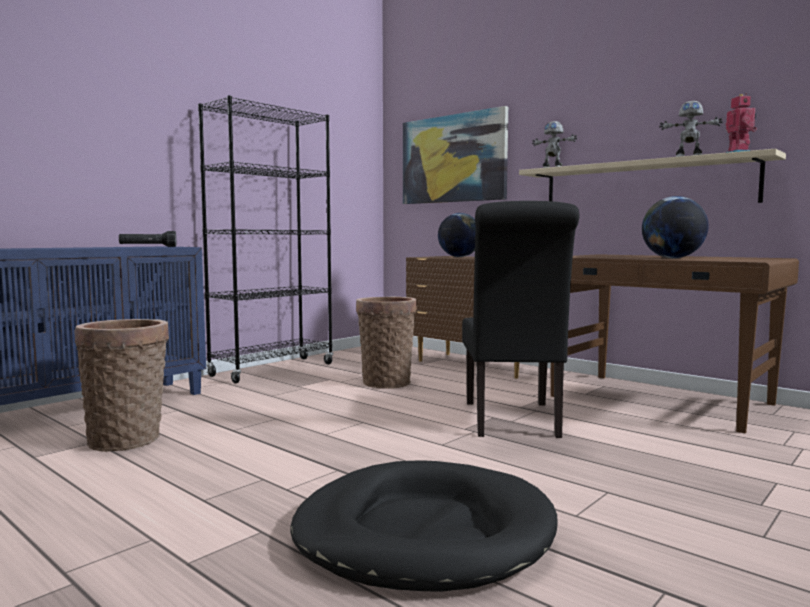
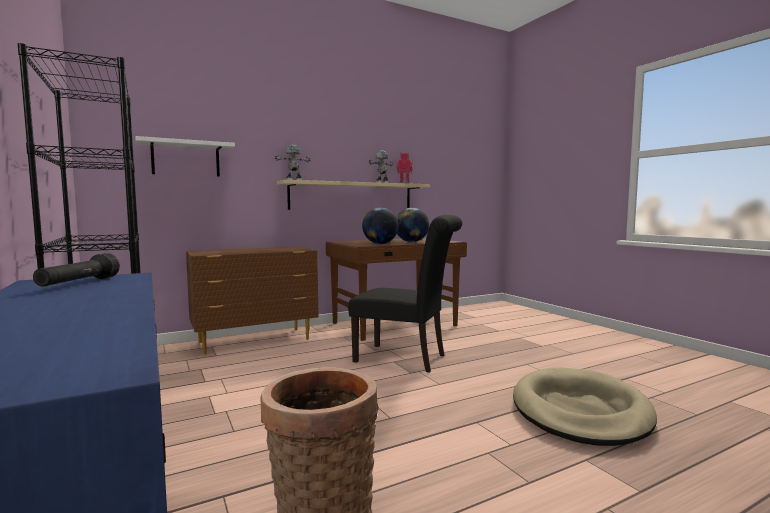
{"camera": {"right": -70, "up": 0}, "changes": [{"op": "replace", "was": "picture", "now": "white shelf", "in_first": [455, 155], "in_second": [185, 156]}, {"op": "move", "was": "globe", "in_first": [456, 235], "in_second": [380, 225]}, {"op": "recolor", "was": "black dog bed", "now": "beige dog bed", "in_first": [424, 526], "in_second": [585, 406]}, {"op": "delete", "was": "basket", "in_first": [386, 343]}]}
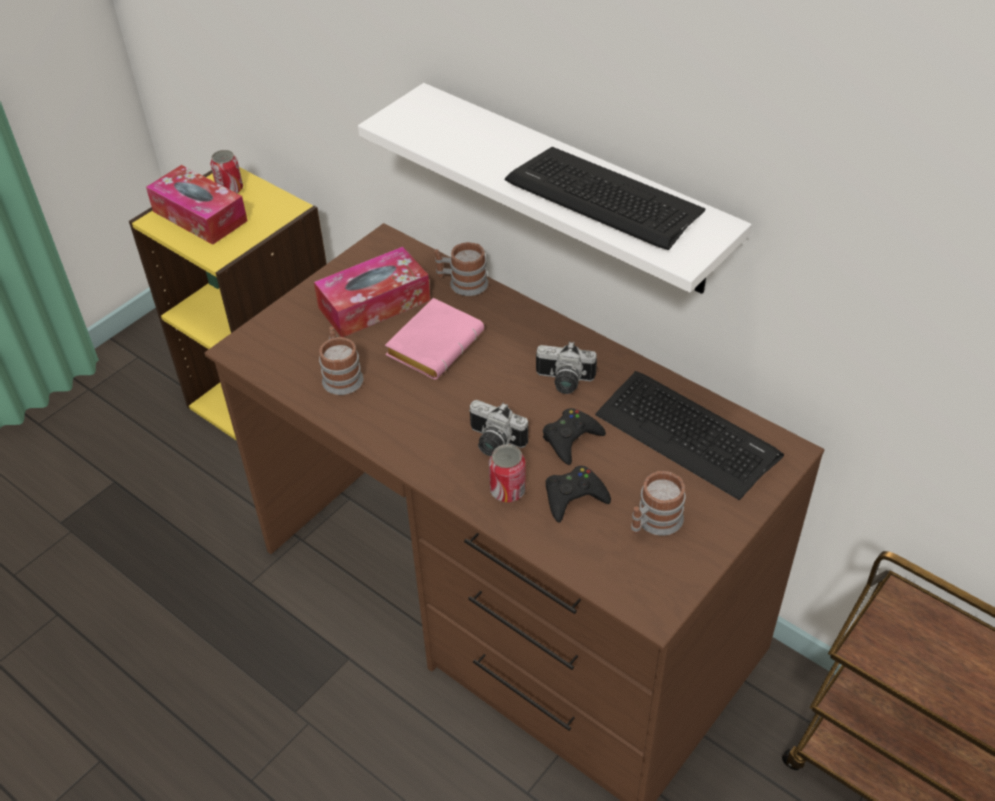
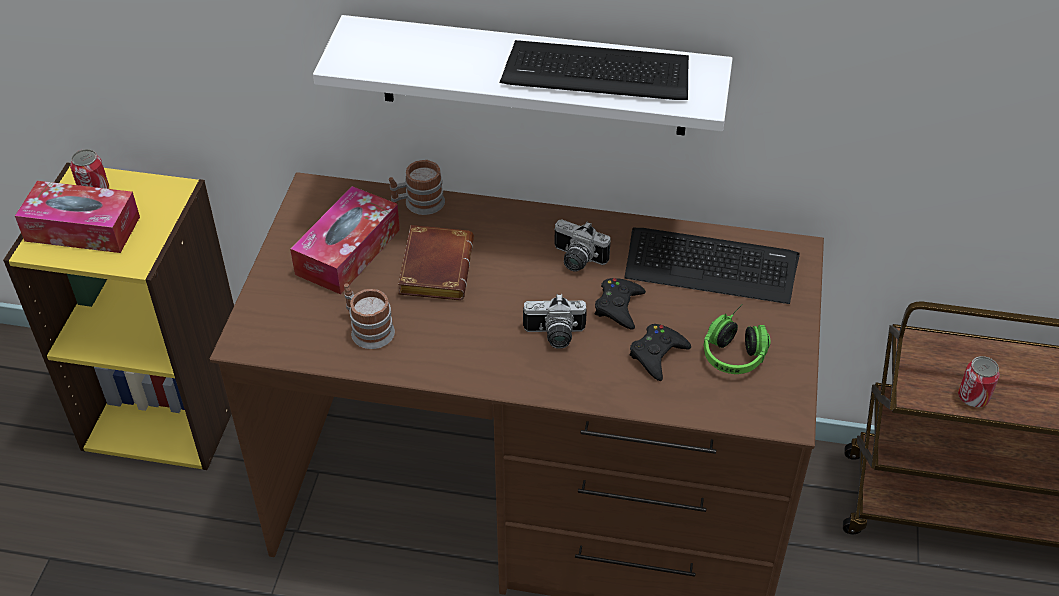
{"camera": {"right": -30, "up": 0}, "changes": [{"op": "recolor", "was": "pink book", "now": "brown book", "in_first": [434, 339], "in_second": [436, 262]}, {"op": "rotate", "was": "photo camera", "in_first": [566, 367], "in_second": [582, 245], "clockwise": 45}, {"op": "replace", "was": "mug", "now": "headphones", "in_first": [658, 503], "in_second": [736, 339]}, {"op": "move", "was": "can", "in_first": [507, 473], "in_second": [979, 381]}]}
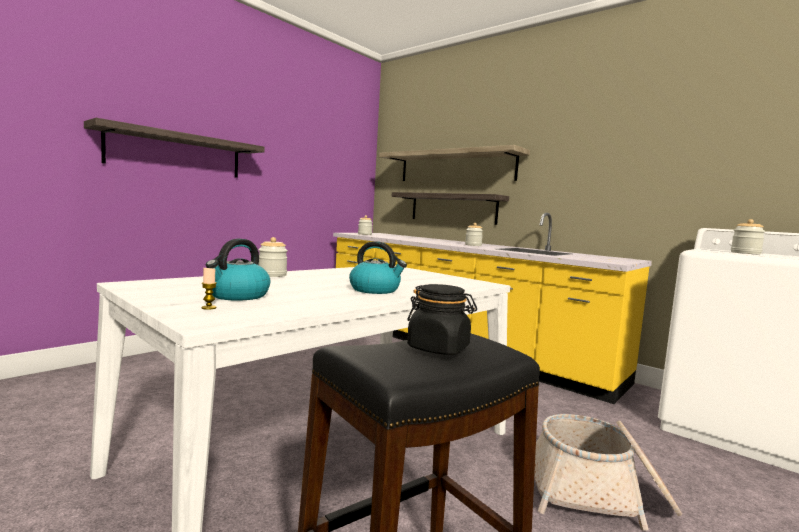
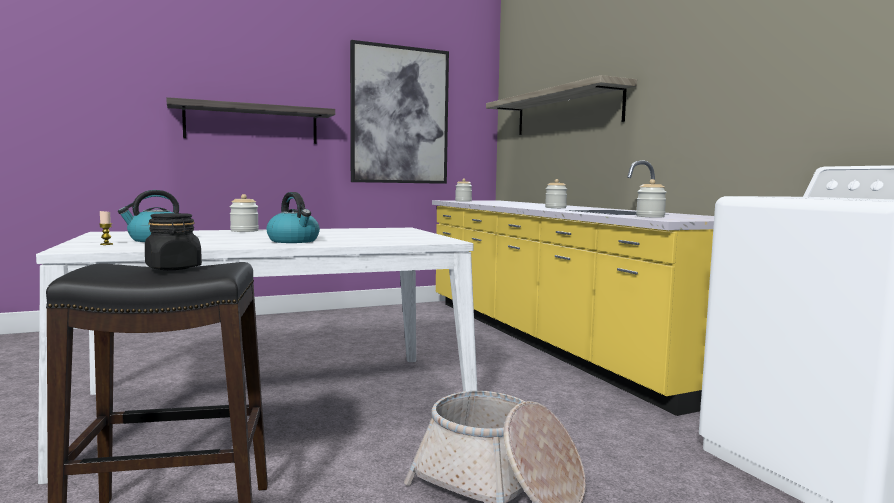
{"camera": {"right": 25, "up": 0}, "changes": [{"op": "insert", "now": "picture", "in_second": [399, 112]}, {"op": "move", "was": "jar", "in_first": [748, 236], "in_second": [651, 198]}, {"op": "delete", "was": "shelf", "in_first": [450, 208]}]}
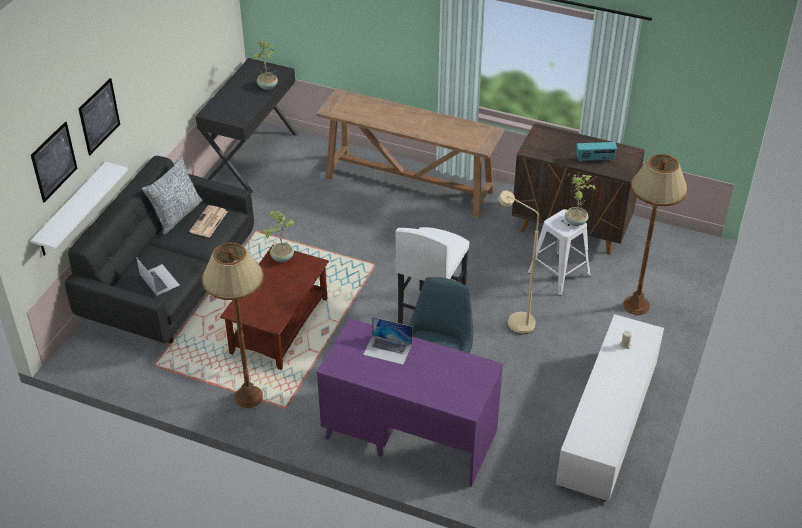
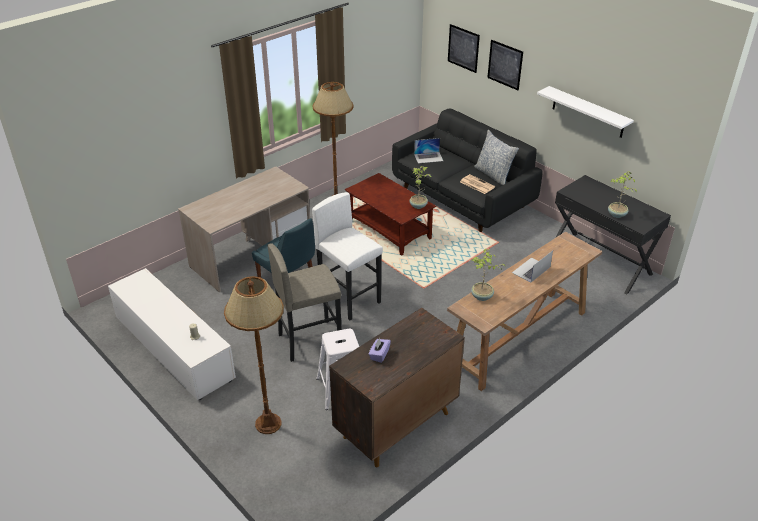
{"camera": {"right": 115, "up": -5}, "changes": [{"op": "recolor", "was": "purple desk", "now": "beige desk", "in_first": [410, 402], "in_second": [244, 229]}, {"op": "replace", "was": "beige floor lamp", "now": "grey stool", "in_first": [518, 262], "in_second": [304, 302]}, {"op": "replace", "was": "radio", "now": "purple tissue box", "in_first": [596, 152], "in_second": [380, 350]}, {"op": "move", "was": "potted plant", "in_first": [581, 200], "in_second": [488, 275]}, {"op": "move", "was": "laptop", "in_first": [387, 341], "in_second": [532, 267]}, {"op": "move", "was": "white shelf", "in_first": [79, 209], "in_second": [585, 112]}]}
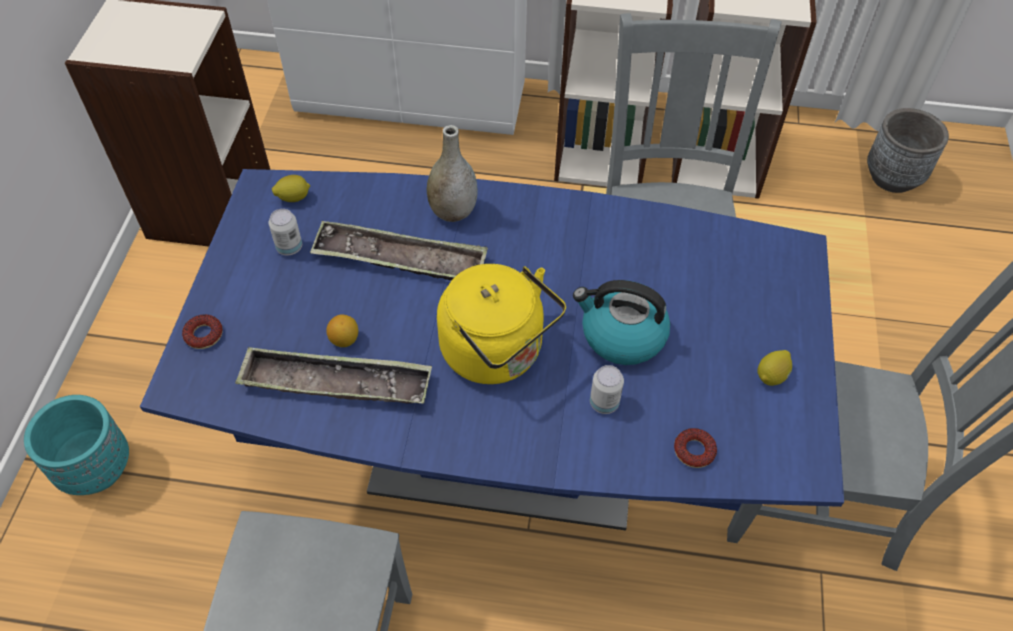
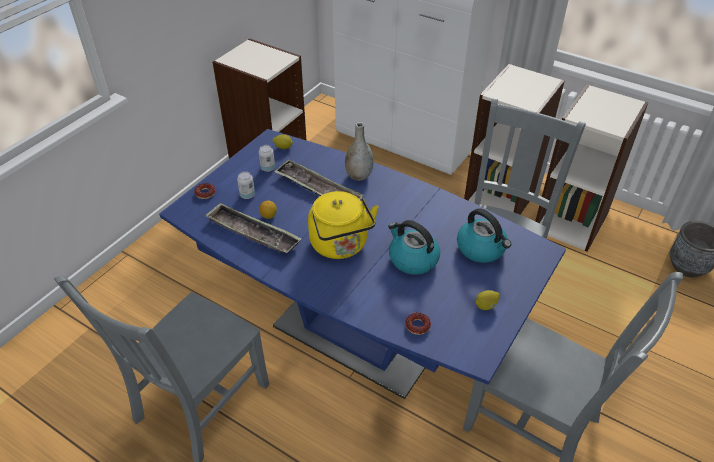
{"camera": {"right": 25, "up": -10}, "changes": [{"op": "move", "was": "can", "in_first": [607, 389], "in_second": [246, 185]}, {"op": "insert", "now": "kettle", "in_second": [484, 235]}, {"op": "delete", "was": "turquoise planter", "in_first": [76, 445]}]}
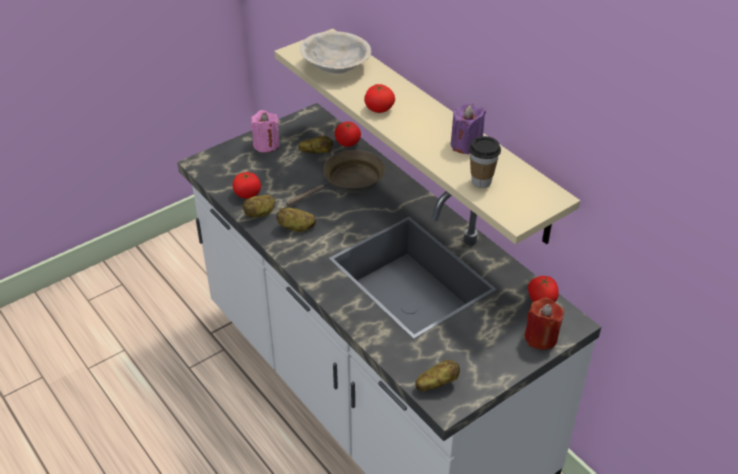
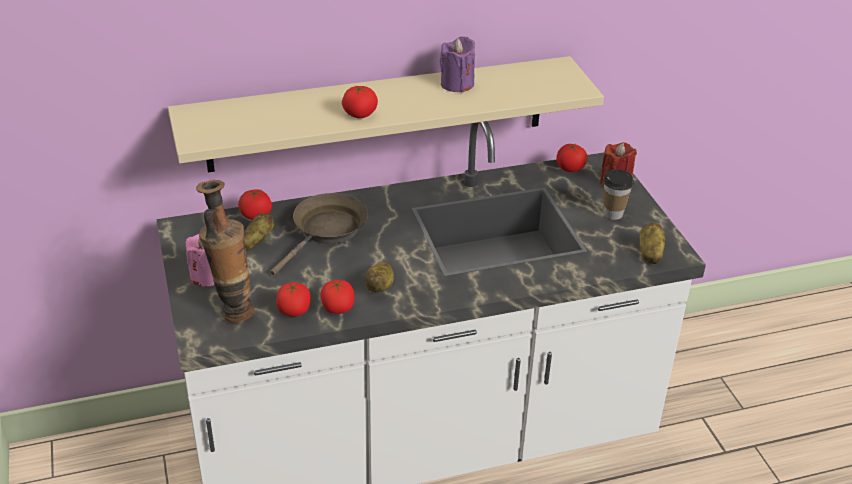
{"camera": {"right": -70, "up": -5}, "changes": [{"op": "insert", "now": "vase", "in_second": [225, 251]}, {"op": "rotate", "was": "brown frying pan", "in_first": [335, 178], "in_second": [319, 234], "clockwise": 45}, {"op": "replace", "was": "potato", "now": "tomato", "in_first": [259, 206], "in_second": [337, 296]}, {"op": "move", "was": "cup", "in_first": [485, 162], "in_second": [618, 194]}, {"op": "delete", "was": "beige bowl", "in_first": [335, 52]}]}
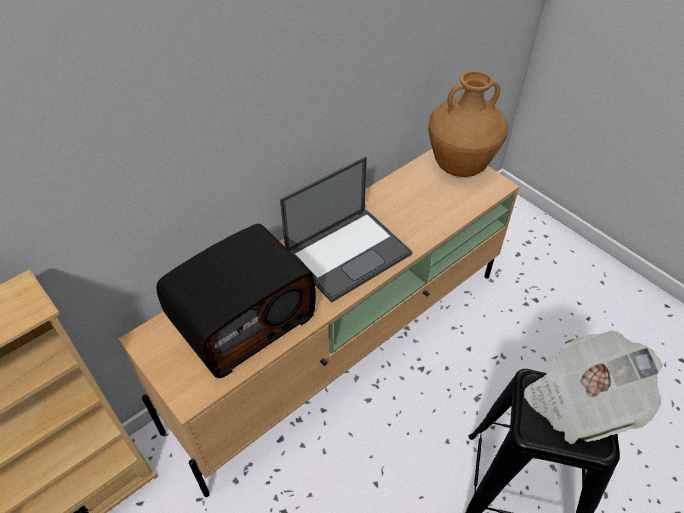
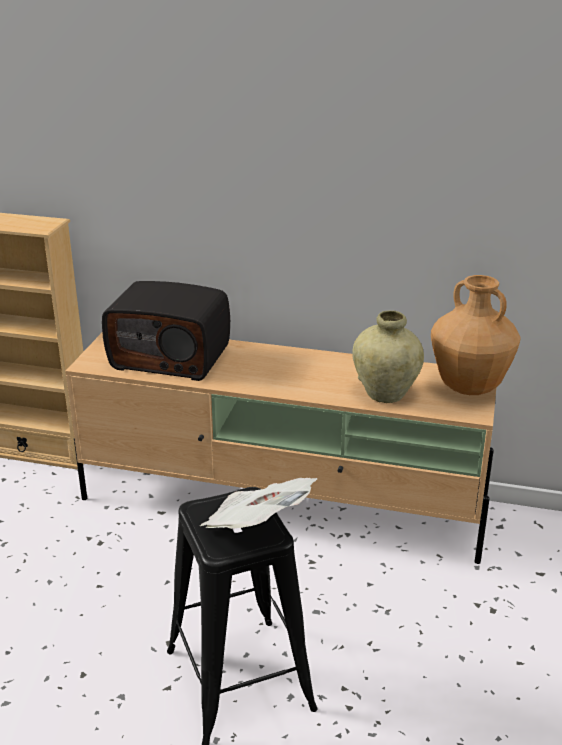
{"camera": {"right": 55, "up": -20}, "changes": [{"op": "insert", "now": "beige vase", "in_second": [388, 356]}, {"op": "delete", "was": "laptop", "in_first": [346, 230]}]}
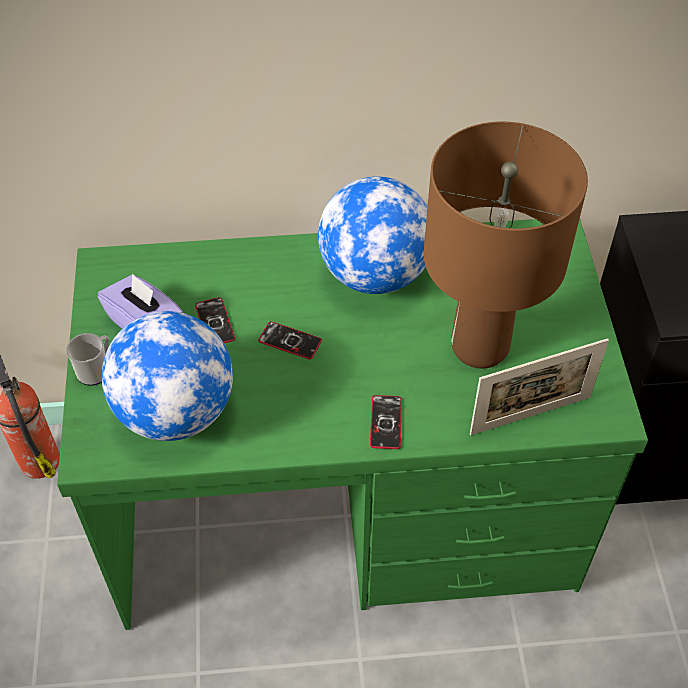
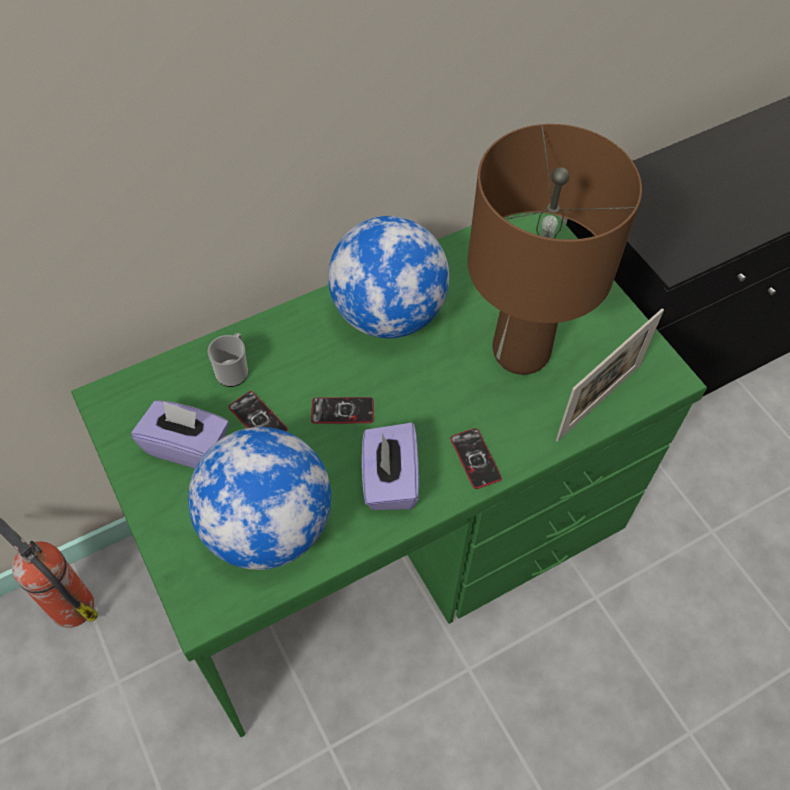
{"camera": {"right": -25, "up": 5}, "changes": [{"op": "move", "was": "mug", "in_first": [87, 359], "in_second": [228, 360]}, {"op": "insert", "now": "purple tissue box", "in_second": [390, 466]}]}
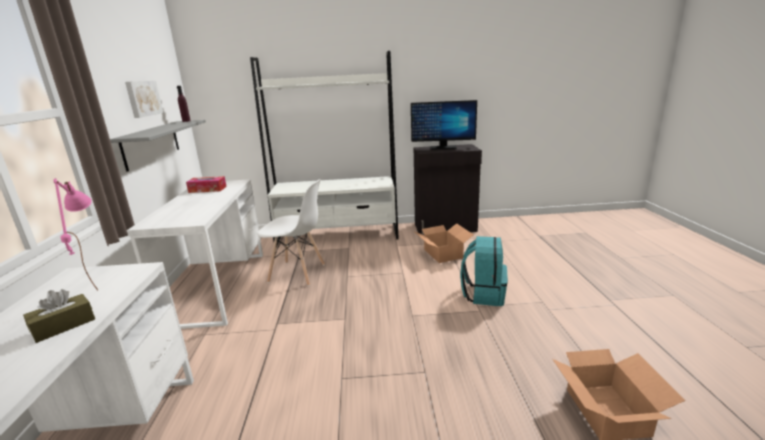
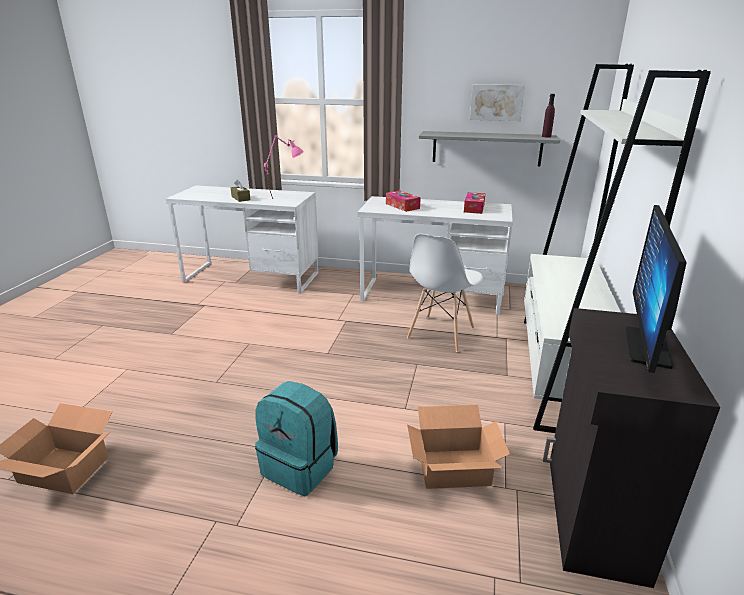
{"camera": {"right": 105, "up": 5}, "changes": [{"op": "insert", "now": "tissue box", "in_second": [403, 201]}]}
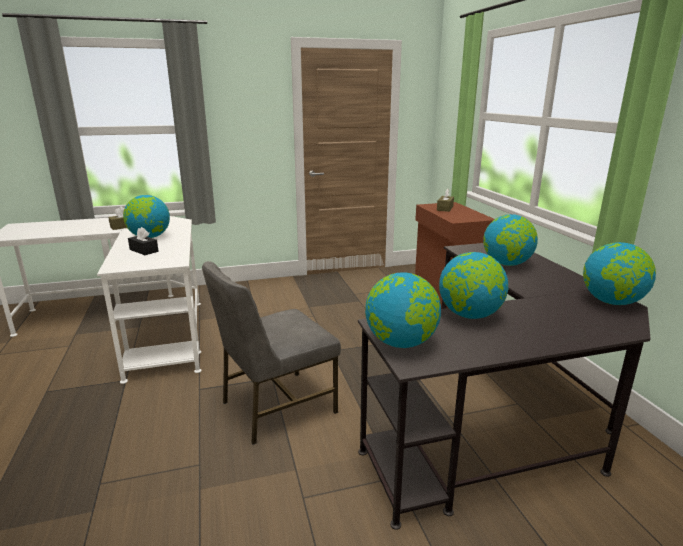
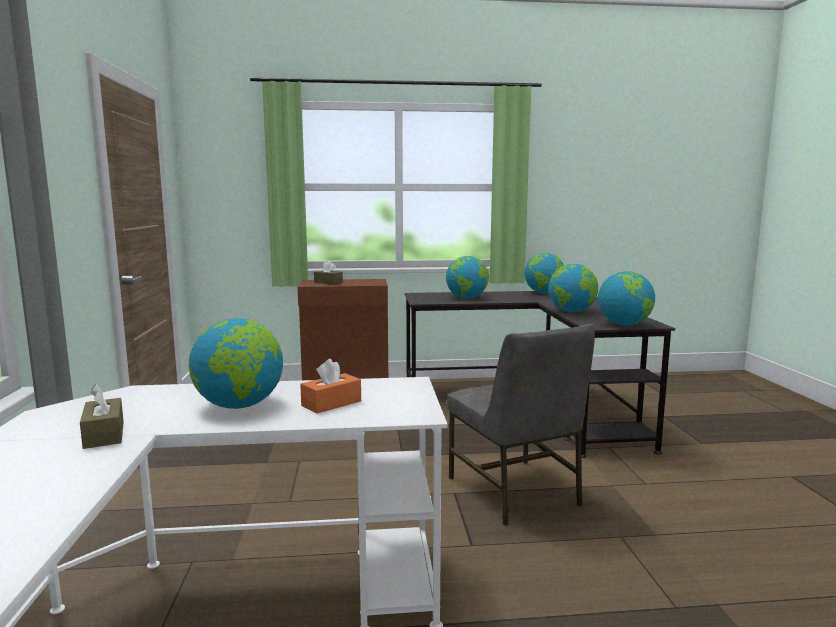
{"camera": {"right": -80, "up": -10}, "changes": [{"op": "recolor", "was": "black tissue box", "now": "orange tissue box", "in_first": [143, 241], "in_second": [330, 386]}]}
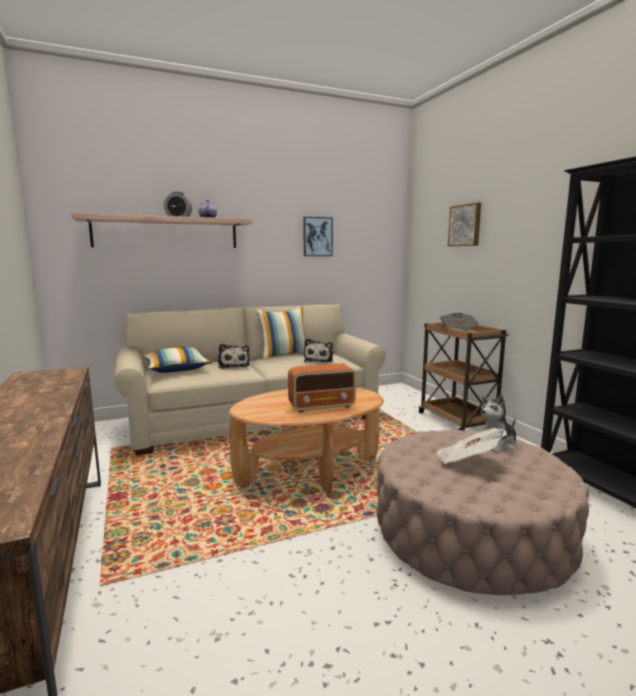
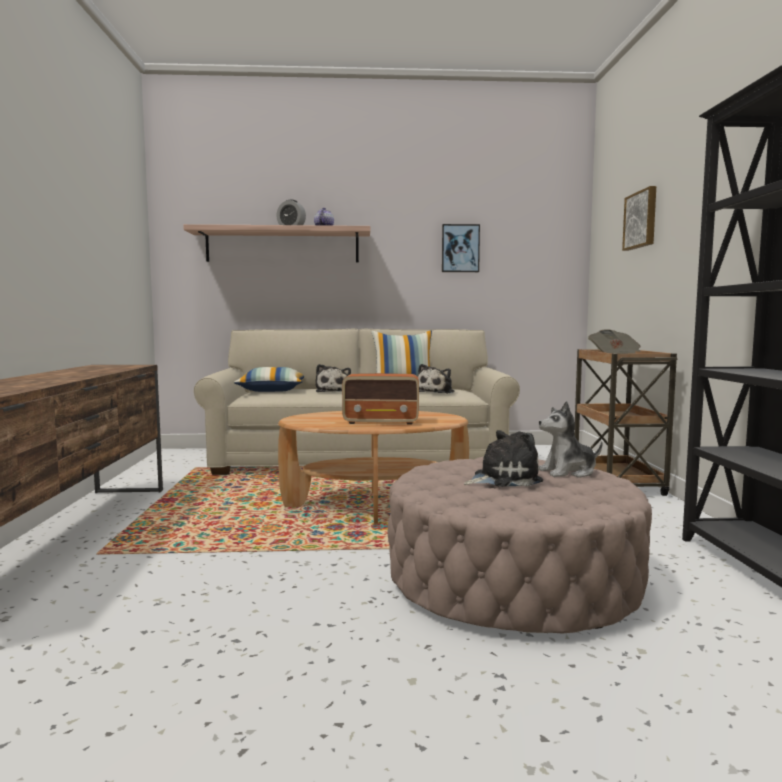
{"camera": {"right": 20, "up": -5}, "changes": [{"op": "replace", "was": "newspaper", "now": "plush toy", "in_first": [472, 446], "in_second": [503, 458]}]}
